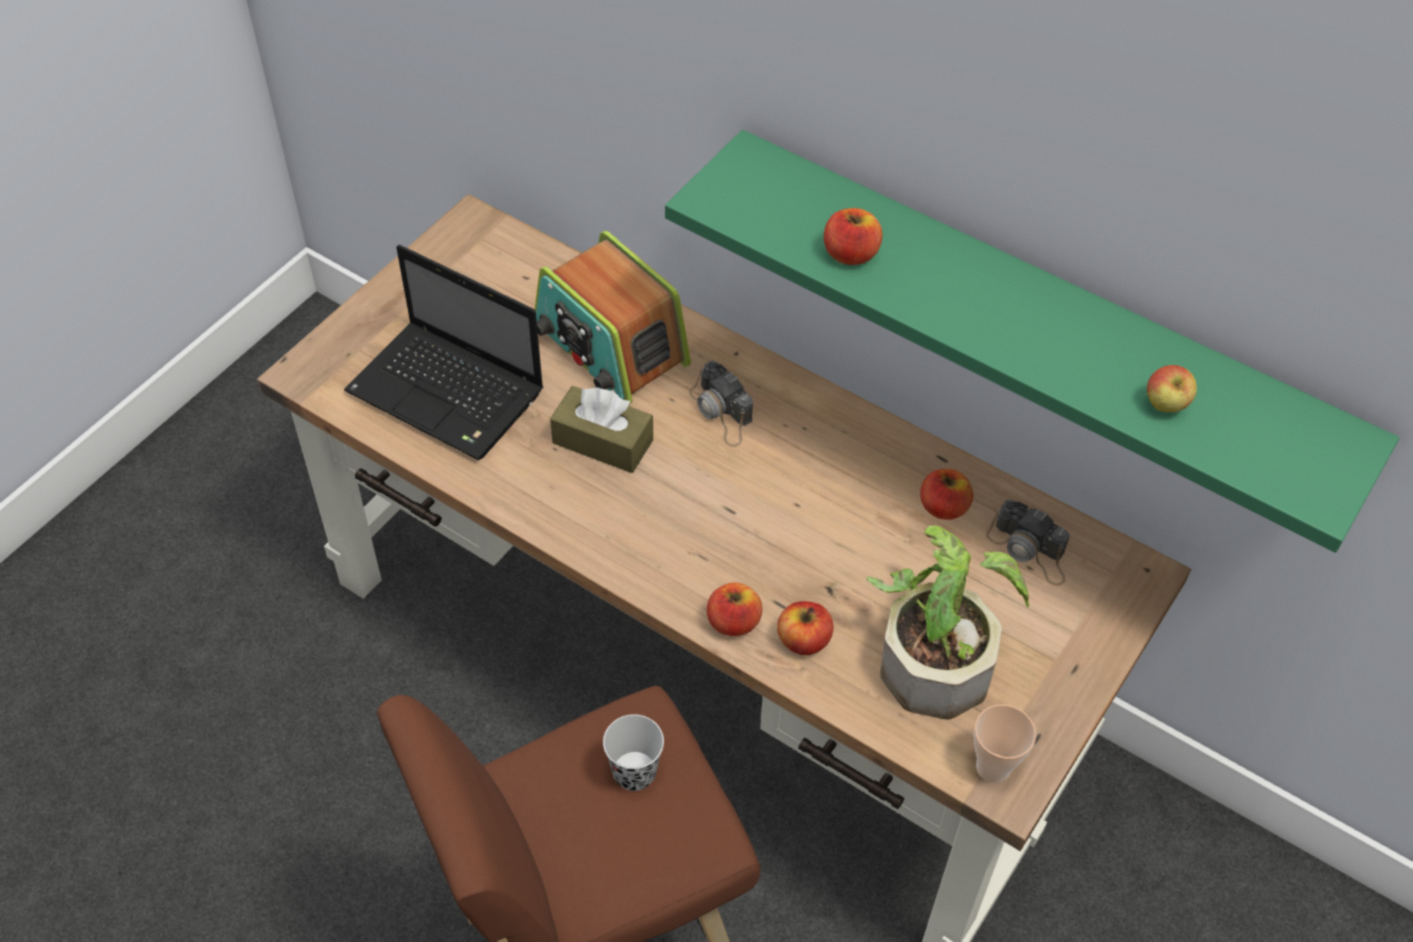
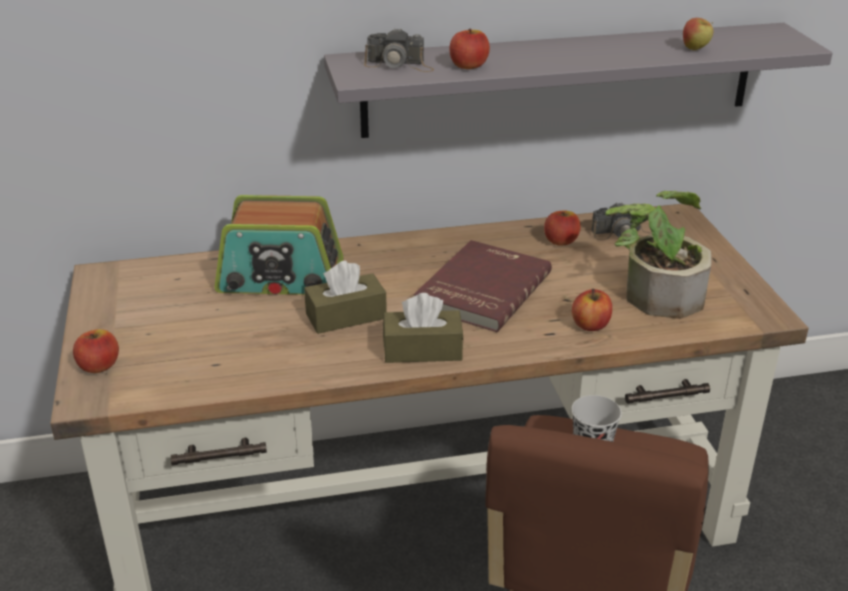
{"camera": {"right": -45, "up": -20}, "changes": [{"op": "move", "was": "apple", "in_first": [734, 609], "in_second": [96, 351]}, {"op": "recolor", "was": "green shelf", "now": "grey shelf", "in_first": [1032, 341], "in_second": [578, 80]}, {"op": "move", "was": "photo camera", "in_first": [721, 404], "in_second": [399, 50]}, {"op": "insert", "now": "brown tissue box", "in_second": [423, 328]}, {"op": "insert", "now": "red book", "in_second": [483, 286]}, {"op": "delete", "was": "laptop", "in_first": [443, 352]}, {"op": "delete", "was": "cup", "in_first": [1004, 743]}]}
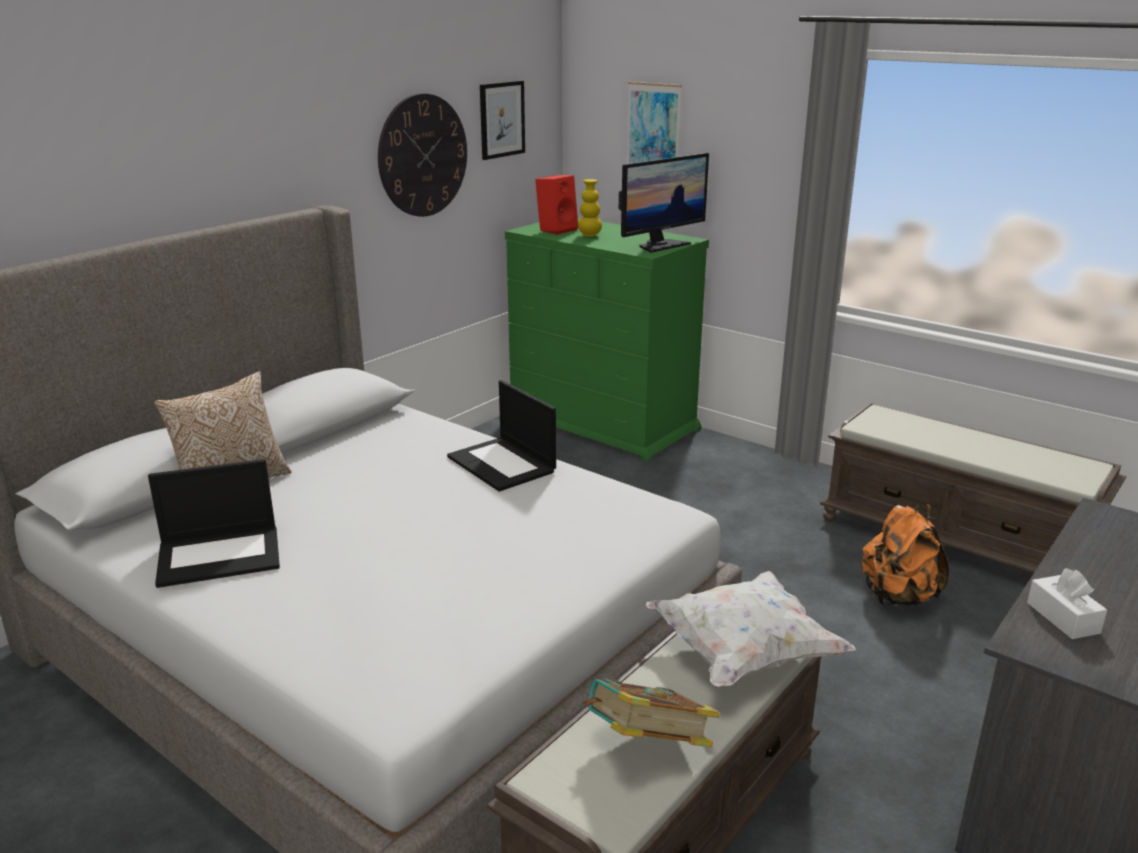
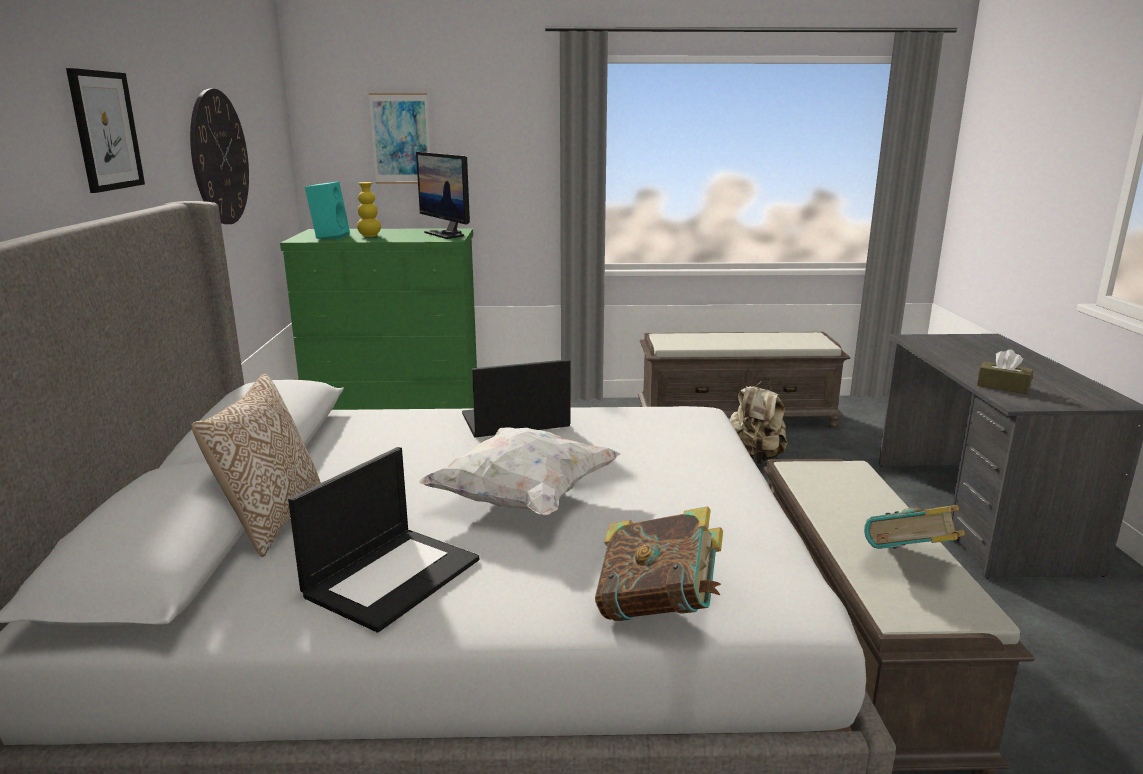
{"camera": {"right": -40, "up": -5}, "changes": [{"op": "move", "was": "picture", "in_first": [502, 120], "in_second": [105, 130]}, {"op": "recolor", "was": "red speaker", "now": "turquoise speaker", "in_first": [556, 205], "in_second": [327, 210]}, {"op": "rotate", "was": "monitor", "in_first": [664, 203], "in_second": [443, 195], "clockwise": 135}, {"op": "move", "was": "white pillow", "in_first": [751, 629], "in_second": [519, 471]}, {"op": "rotate", "was": "laptop", "in_first": [501, 436], "in_second": [516, 398], "clockwise": 150}, {"op": "insert", "now": "book", "in_second": [659, 563]}, {"op": "recolor", "was": "orange backpack", "now": "beige backpack", "in_first": [905, 555], "in_second": [759, 421]}, {"op": "recolor", "was": "white tissue box", "now": "brown tissue box", "in_first": [1067, 603], "in_second": [1005, 371]}]}
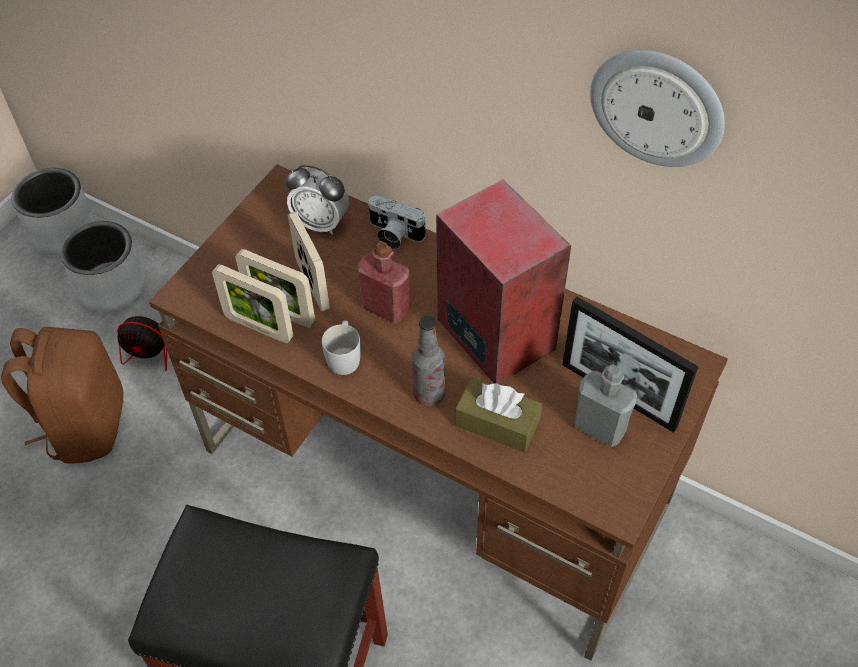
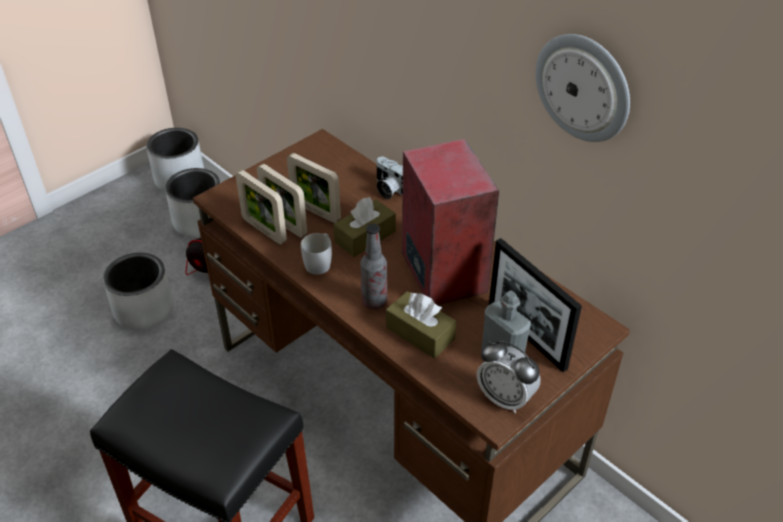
{"camera": {"right": 15, "up": -10}, "changes": [{"op": "replace", "was": "brown backpack", "now": "grey planter", "in_first": [62, 394], "in_second": [138, 291]}, {"op": "rotate", "was": "picture frame", "in_first": [309, 261], "in_second": [314, 188], "clockwise": 135}, {"op": "replace", "was": "red bottle", "now": "brown tissue box", "in_first": [383, 282], "in_second": [364, 227]}, {"op": "move", "was": "alarm clock", "in_first": [317, 200], "in_second": [509, 377]}]}
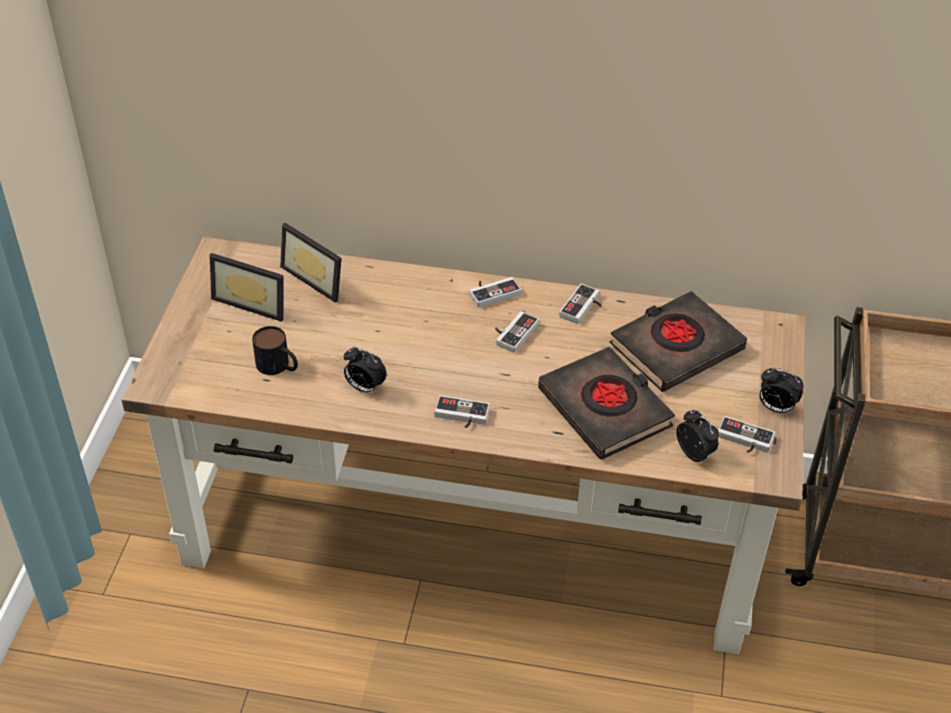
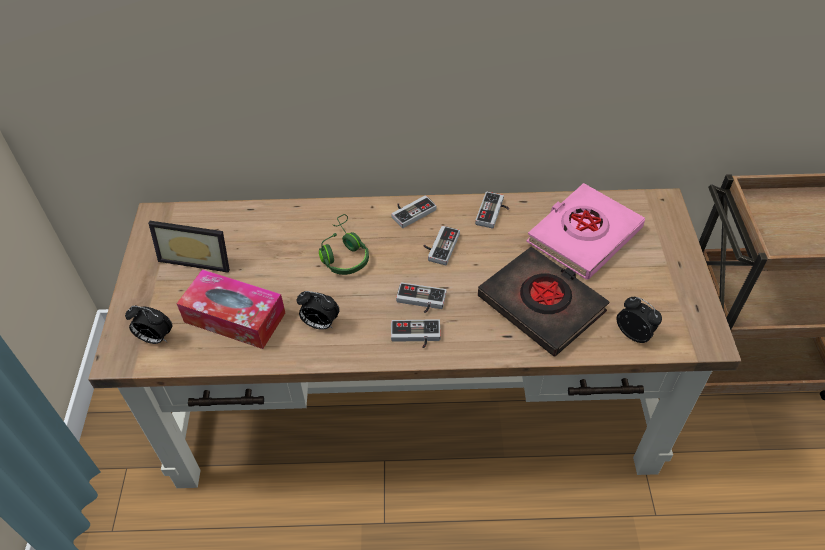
{"camera": {"right": -10, "up": 5}, "changes": [{"op": "move", "was": "alarm clock", "in_first": [781, 390], "in_second": [149, 325]}, {"op": "replace", "was": "mug", "now": "tissue box", "in_first": [275, 350], "in_second": [231, 309]}, {"op": "insert", "now": "green headphones", "in_second": [344, 244]}, {"op": "move", "was": "game controller", "in_first": [746, 434], "in_second": [421, 297]}, {"op": "recolor", "was": "black book", "now": "pink book", "in_first": [678, 341], "in_second": [585, 231]}, {"op": "delete", "was": "picture frame", "in_first": [311, 263]}]}
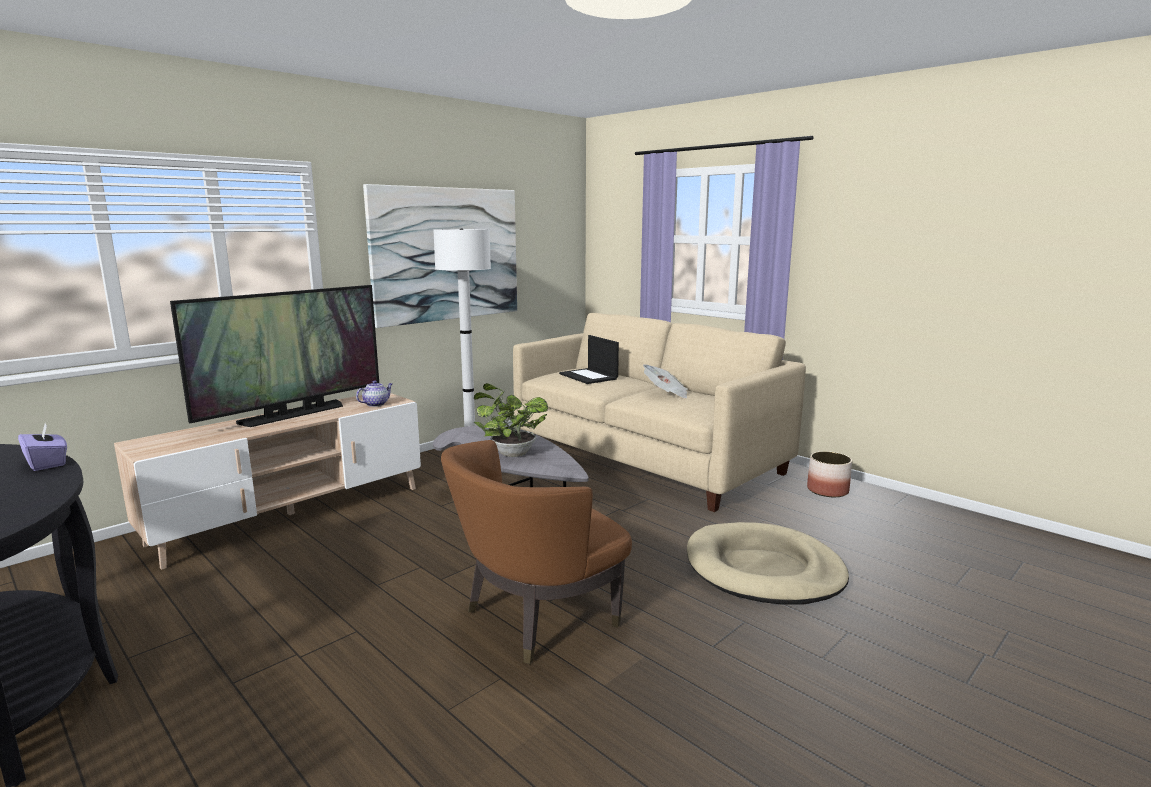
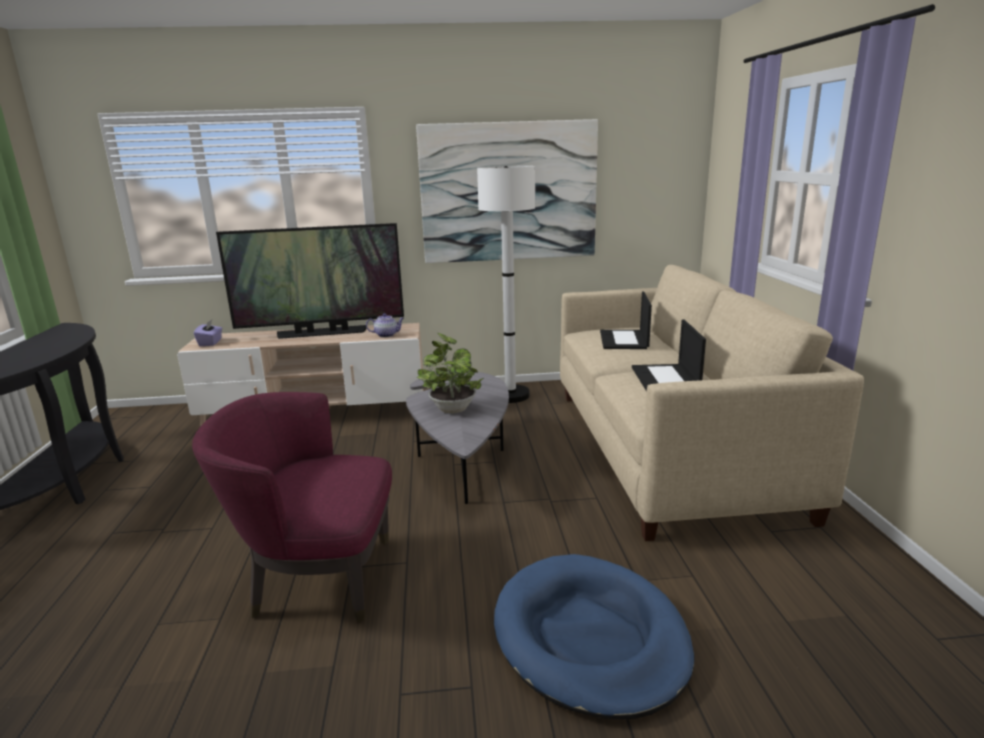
{"camera": {"right": 40, "up": 5}, "changes": [{"op": "recolor", "was": "brown armchair", "now": "purple armchair", "in_first": [536, 552], "in_second": [292, 507]}, {"op": "move", "was": "purple tissue box", "in_first": [42, 447], "in_second": [208, 333]}, {"op": "recolor", "was": "beige dog bed", "now": "blue dog bed", "in_first": [768, 563], "in_second": [594, 636]}, {"op": "replace", "was": "newspaper", "now": "laptop", "in_first": [665, 381], "in_second": [669, 355]}, {"op": "delete", "was": "planter", "in_first": [829, 474]}]}
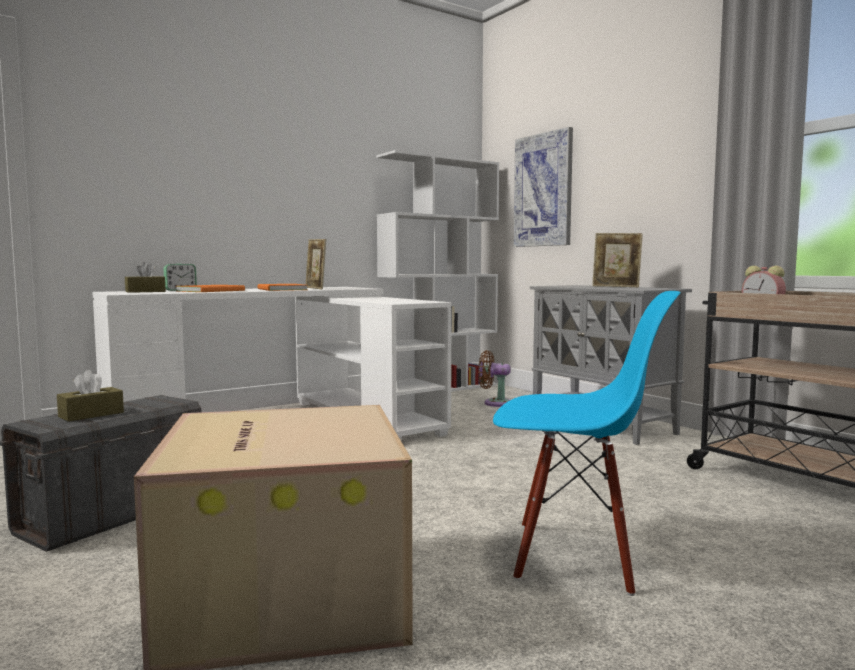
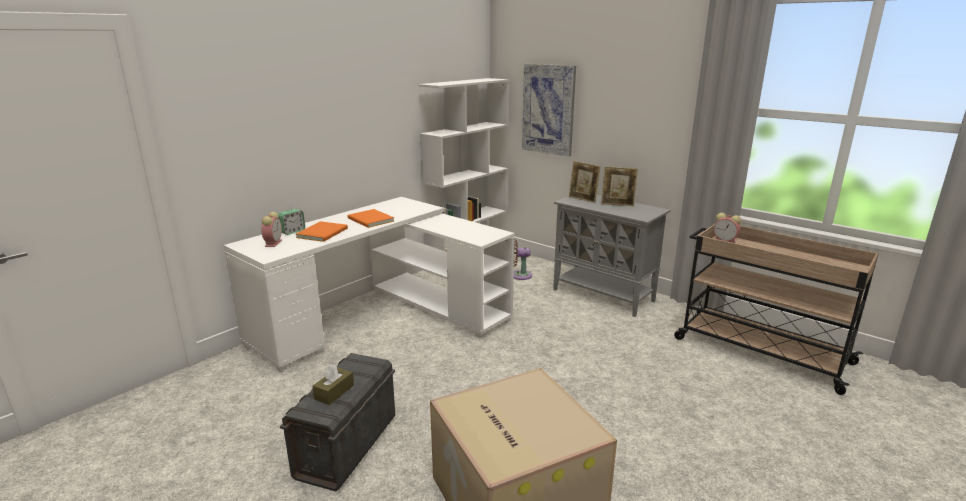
{"camera": {"right": -15, "up": 15}, "changes": [{"op": "replace", "was": "brown tissue box", "now": "alarm clock", "in_first": [145, 277], "in_second": [271, 229]}, {"op": "move", "was": "picture frame", "in_first": [315, 264], "in_second": [585, 182]}, {"op": "delete", "was": "blue chair", "in_first": [587, 443]}]}
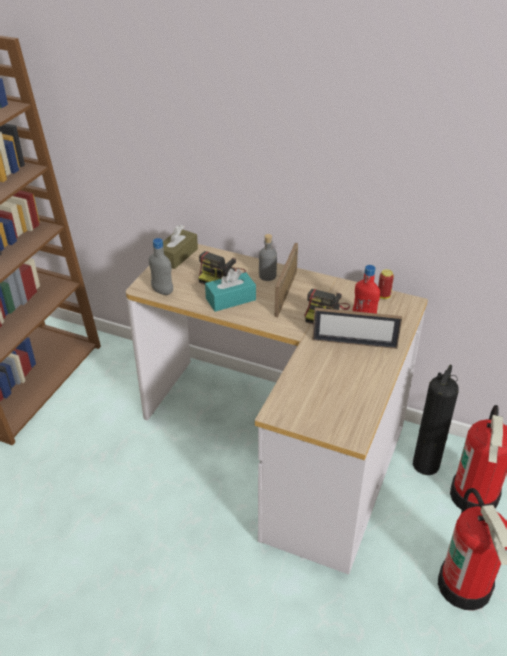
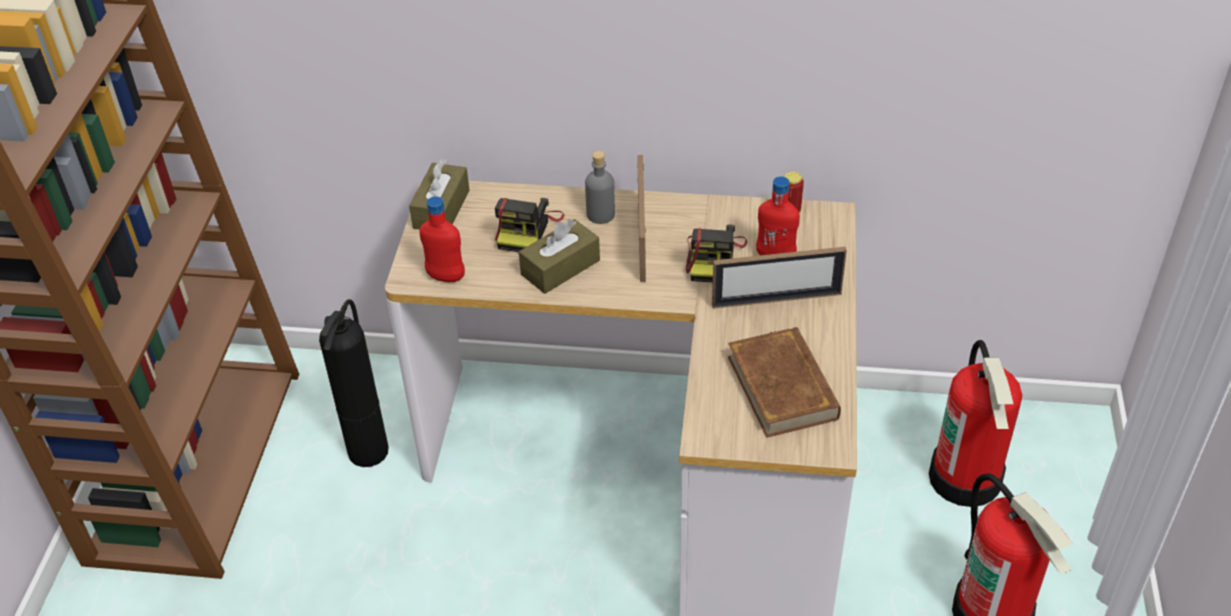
{"camera": {"right": -15, "up": 5}, "changes": [{"op": "move", "was": "fire extinguisher", "in_first": [436, 420], "in_second": [354, 383]}, {"op": "recolor", "was": "grey bottle", "now": "red bottle", "in_first": [161, 266], "in_second": [442, 239]}, {"op": "recolor", "was": "turquoise tissue box", "now": "brown tissue box", "in_first": [230, 290], "in_second": [559, 256]}, {"op": "insert", "now": "brown book", "in_second": [784, 382]}]}
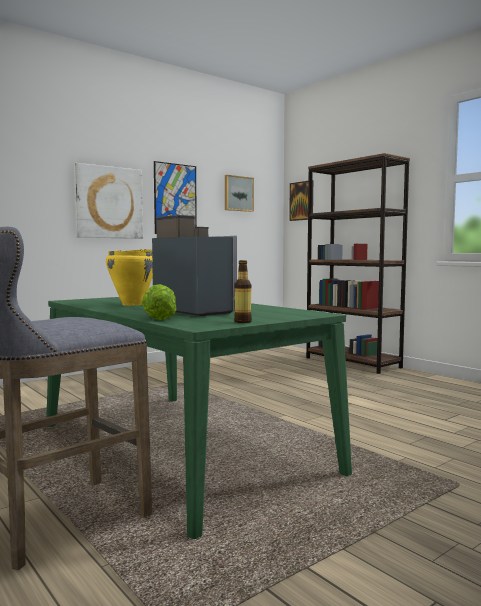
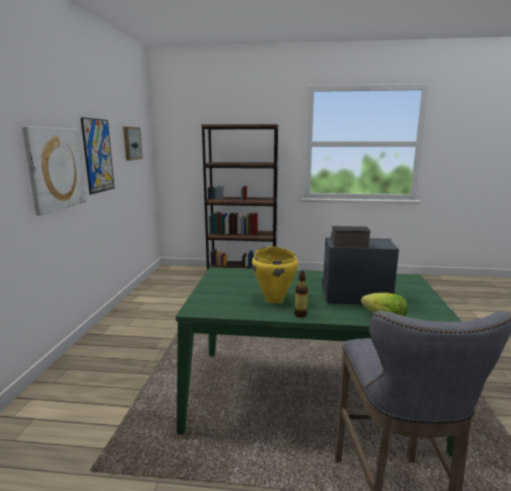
{"camera": {"right": -45, "up": 10}, "changes": [{"op": "move", "was": "bottle", "in_first": [243, 291], "in_second": [301, 294]}, {"op": "delete", "was": "picture", "in_first": [301, 200]}]}
